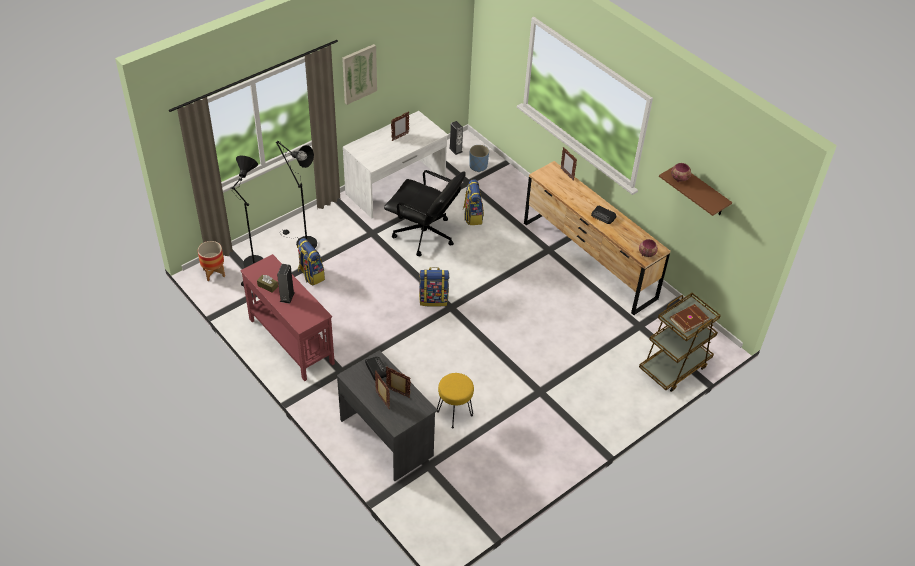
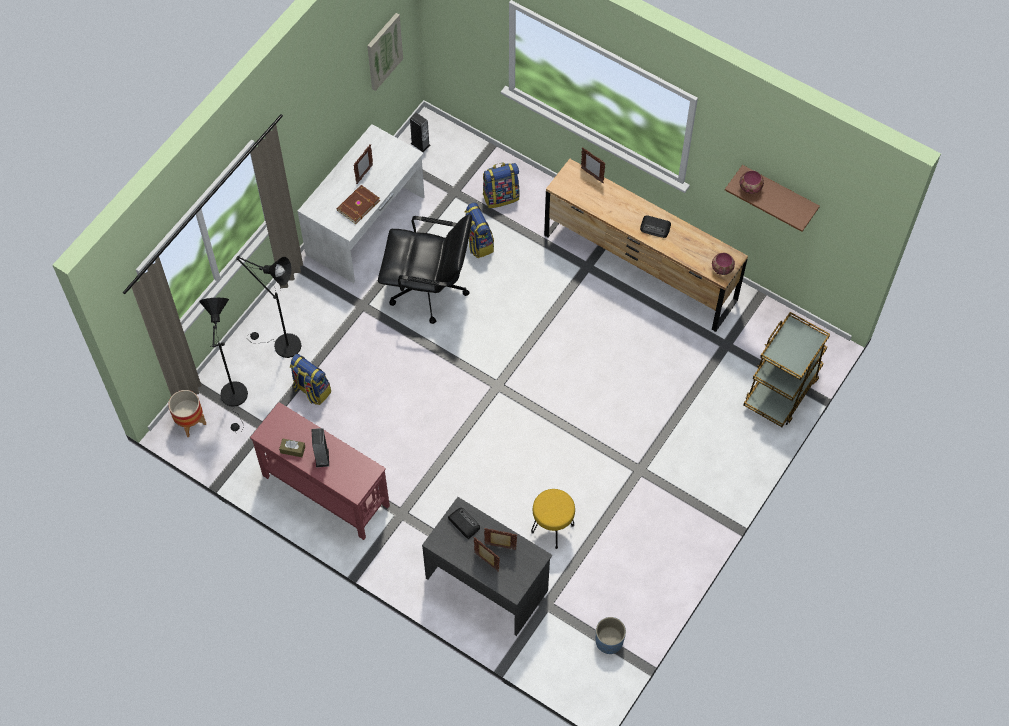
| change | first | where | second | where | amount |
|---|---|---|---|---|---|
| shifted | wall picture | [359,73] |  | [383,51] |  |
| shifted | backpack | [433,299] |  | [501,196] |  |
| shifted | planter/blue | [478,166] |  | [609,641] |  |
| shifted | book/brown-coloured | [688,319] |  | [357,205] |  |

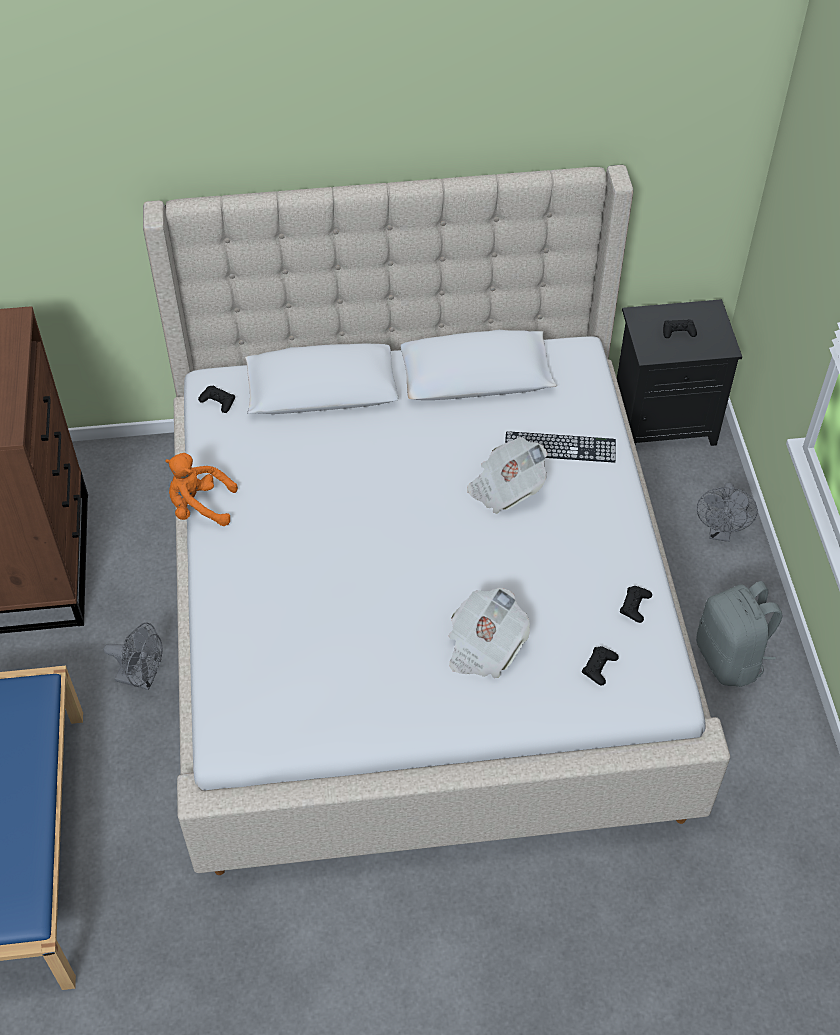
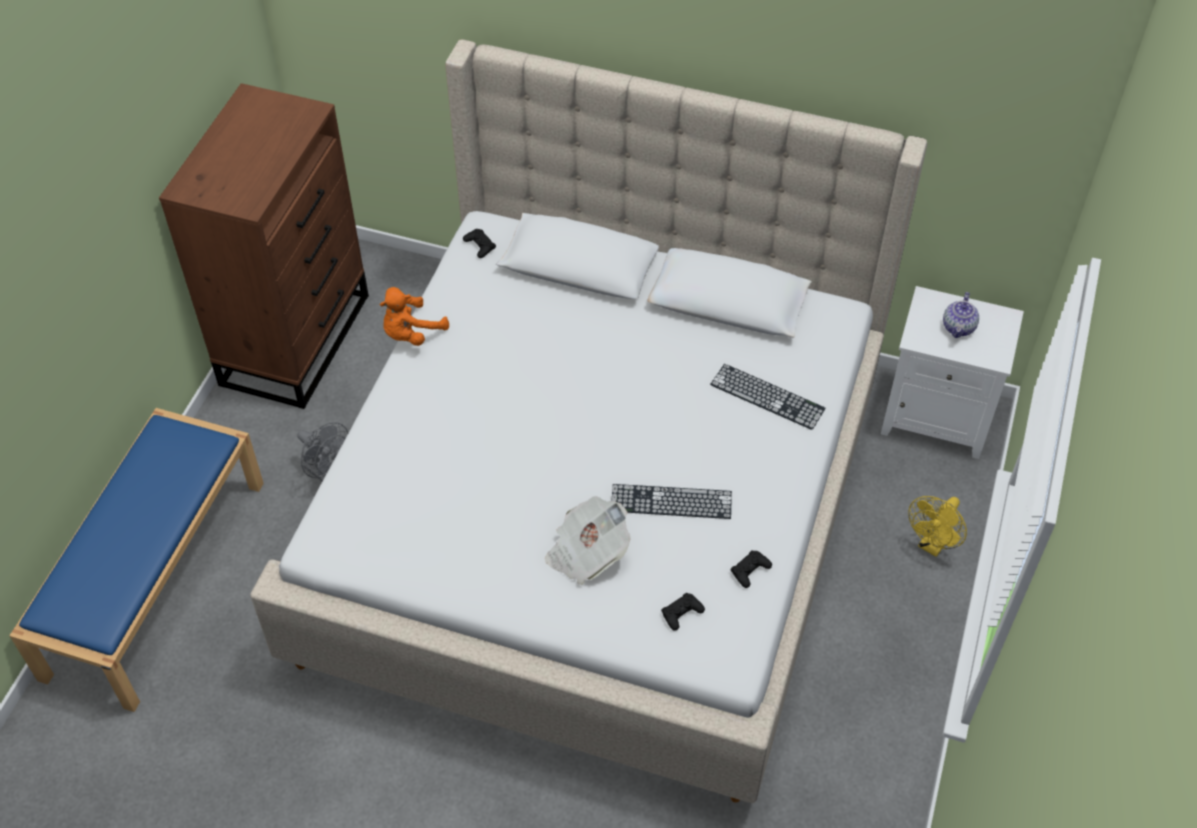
| change | first | where | second | where | amount |
|---|---|---|---|---|---|
| gone | printed paper | [506,488] |  |  |  |
| gone | backpack/gray | [730,659] |  |  |  |
| new |  |  | keyboard | [671,501] |  |
| swapped | joypad/blackish | [678,331] | teapot | [959,327] |  |
| repainted | bedside table/blackish | [664,421] | bedside table/whitish | [938,416] |  |
| repainted | electric fan/gray | [720,532] | electric fan/yellow | [932,545] |  |
| rotated | plush toy/orange-coloured | [199,506] |  | [411,333] | 75 degrees counterclockwise |

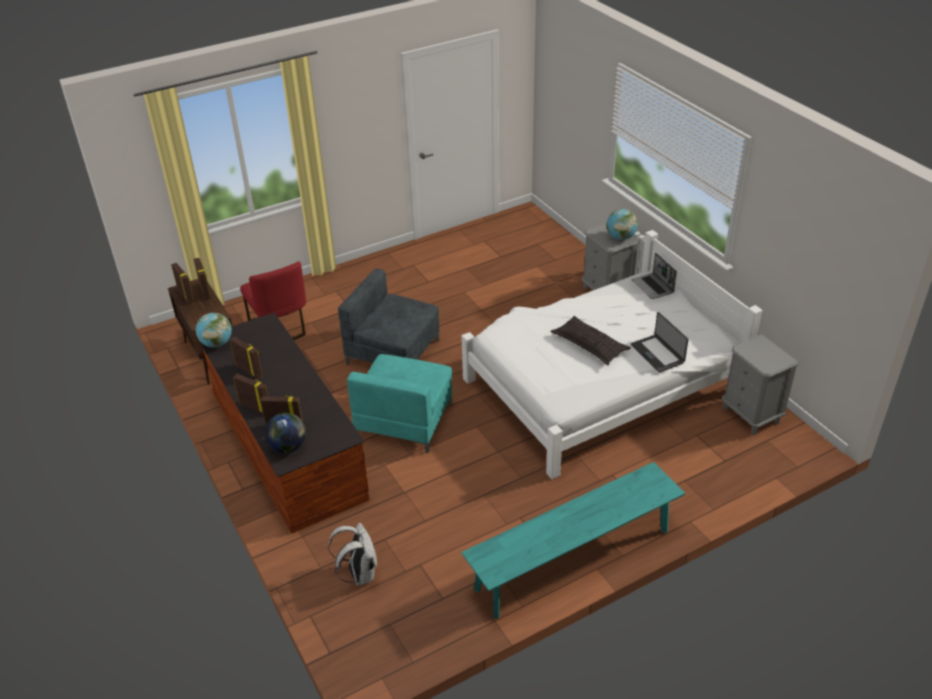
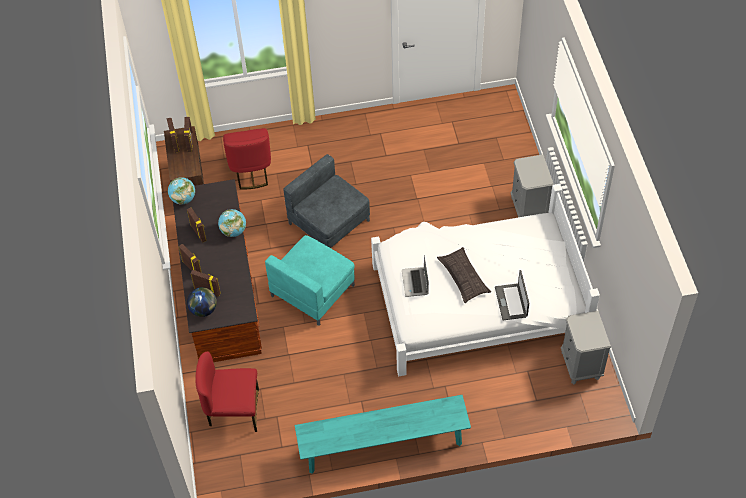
| change | first | where | second | where | amount |
|---|---|---|---|---|---|
| shifted | desk globe | [620,237] |  | [233,231] |  |
| shifted | notebook computer | [653,287] |  | [415,283] |  |
| swapped | backpack/whitish | [359,574] | chair/red-coloured | [234,410] |  |

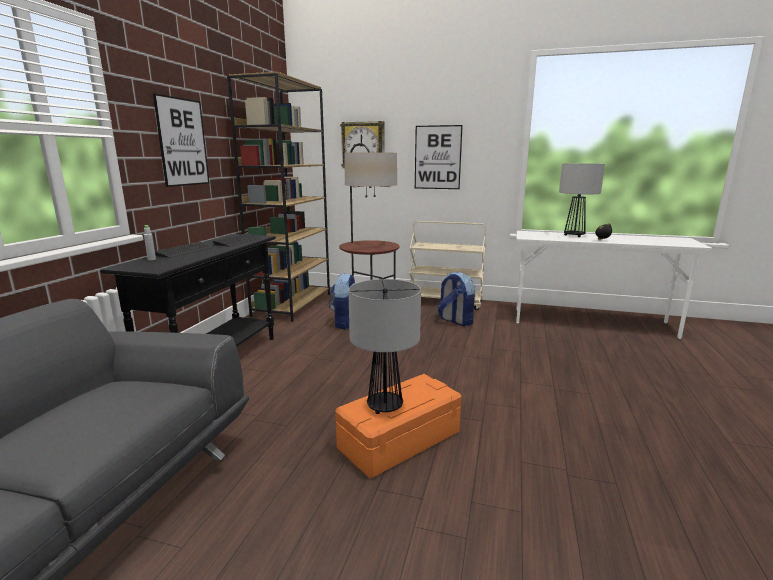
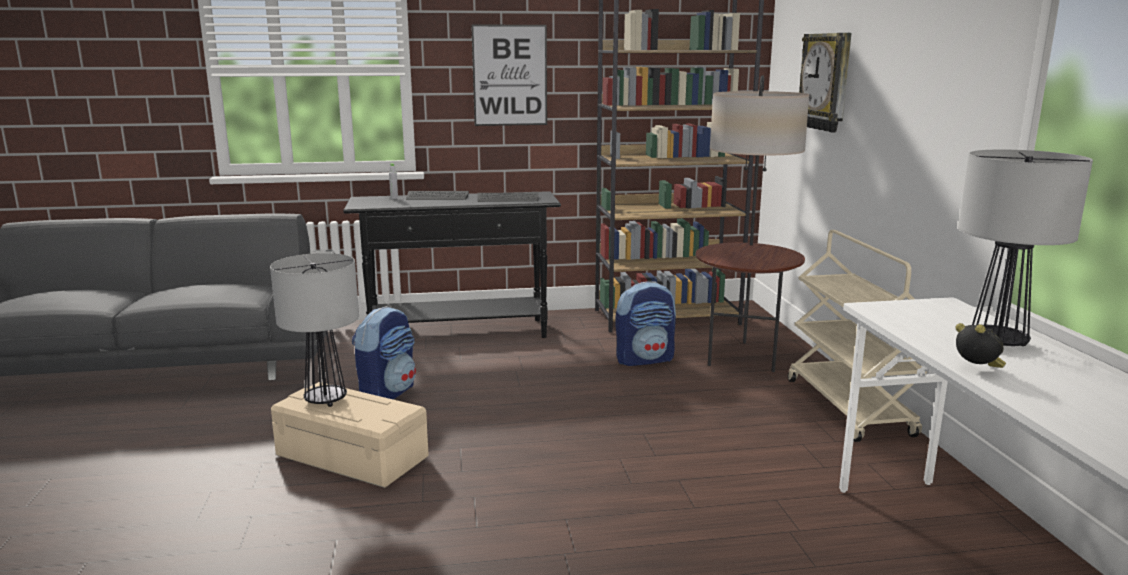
| change | first | where | second | where | amount |
|---|---|---|---|---|---|
| gone | wall picture | [437,157] |  |  |  |
| shifted | backpack | [455,321] |  | [387,393] |  |
| repainted | storage bin/orange-coloured | [399,439] | storage bin/beige | [353,456] |  |

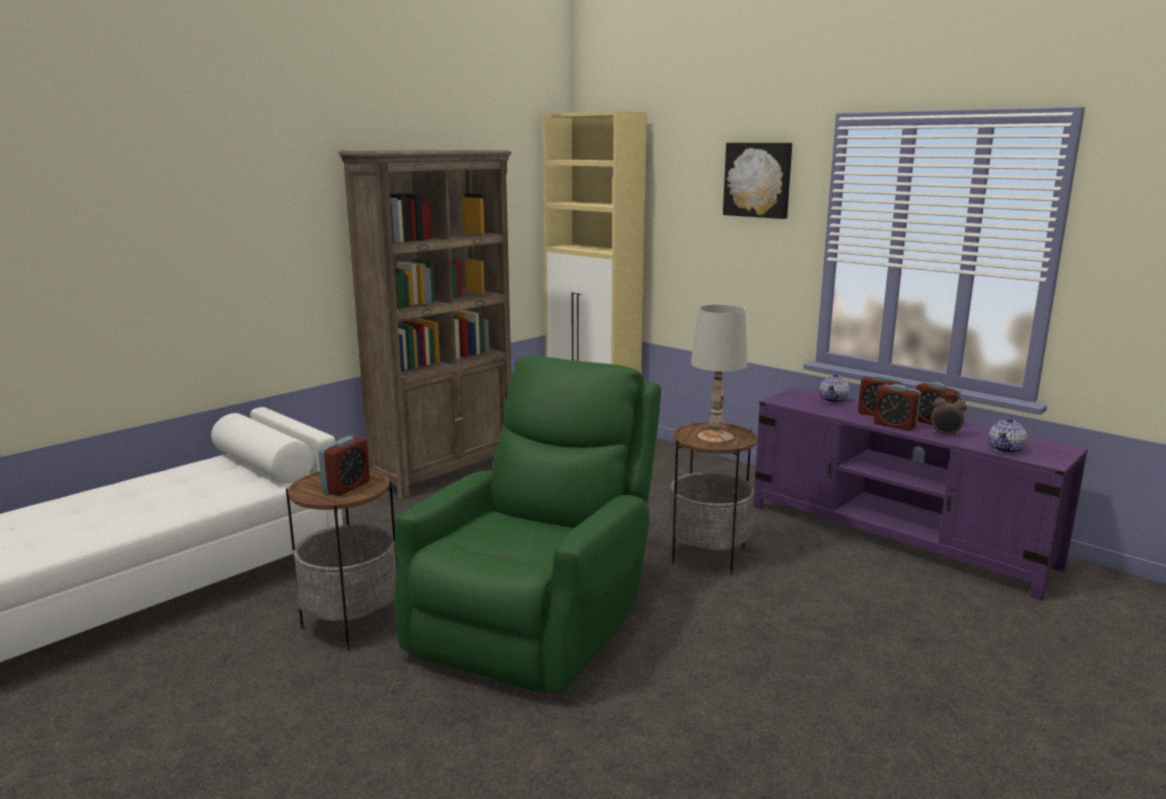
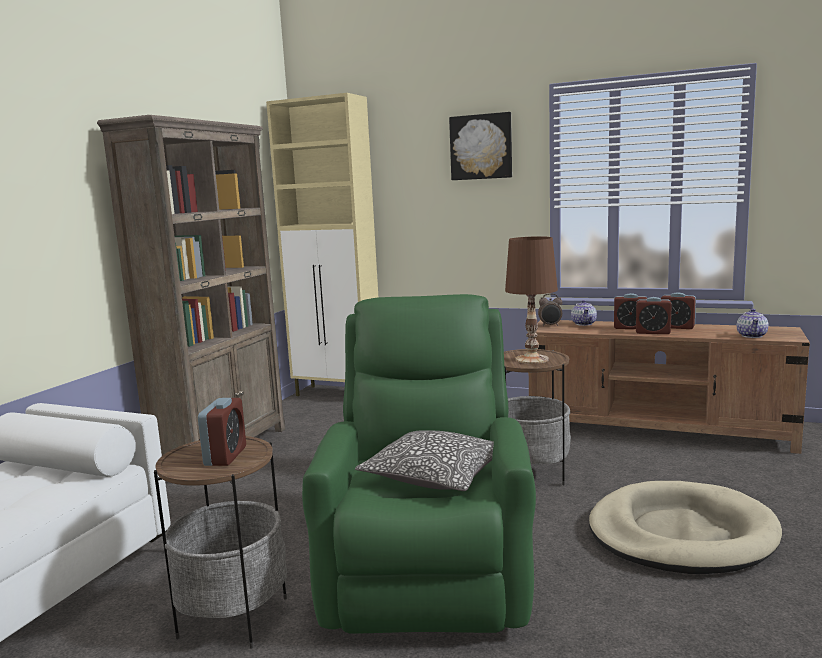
| change | first | where | second | where | amount |
|---|---|---|---|---|---|
| new |  |  | cushion | [436,475] |  |
| new |  |  | dog cushion/beige | [680,534] |  |
| shifted | alarm clock | [945,435] |  | [550,325] |  |
| repainted | table lamp/whitish | [716,437] | table lamp/brown-coloured | [532,359] |  |
| repainted | media console/purple-coloured | [897,536] | media console/brown-coloured | [658,429] |  |

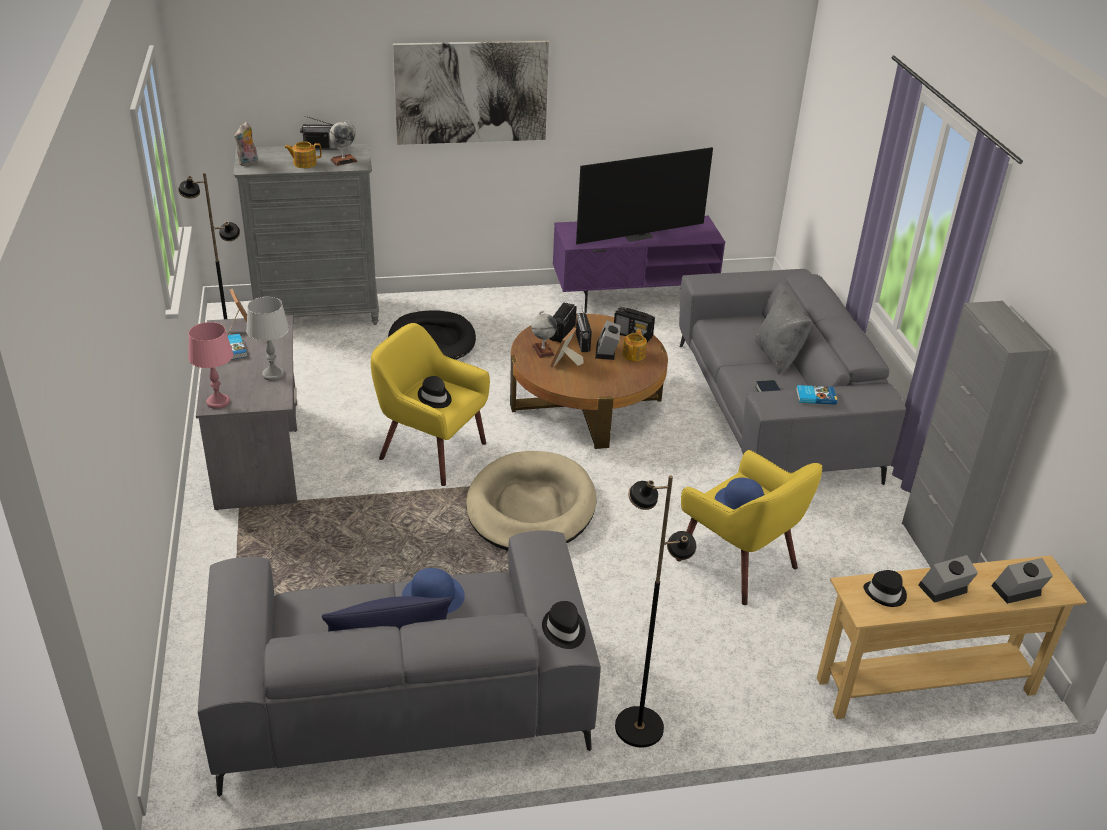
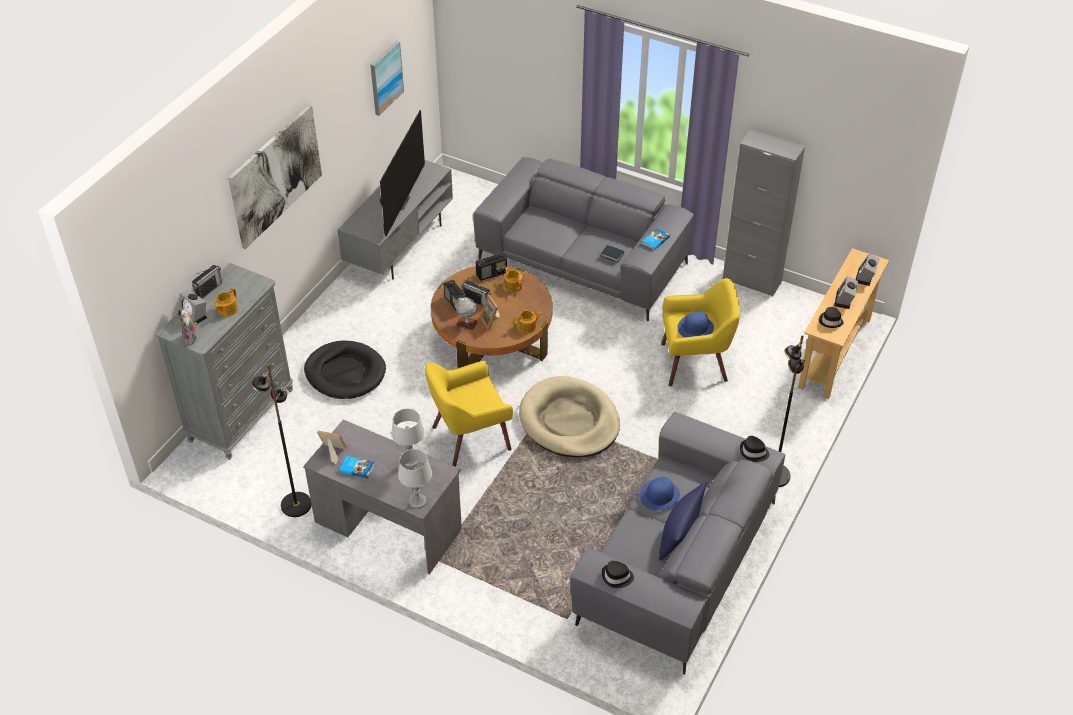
| change | first | where | second | where | amount |
|---|---|---|---|---|---|
| gone | desk globe | [344,160] |  |  |  |
| gone | cushion/gray | [778,356] |  |  |  |
| new |  |  | wall picture | [385,77] |  |
| new |  |  | teapot | [527,327] |  |
| shifted | hat/blackish | [435,398] |  | [617,577] |  |
| shifted | alarm clock | [607,352] |  | [194,315] |  |
| repainted | table lamp/pinkish | [217,402] | table lamp/gray | [417,502] |  |
| repainted | media console/purple-coloured | [633,296] | media console/gray | [399,244] |  |

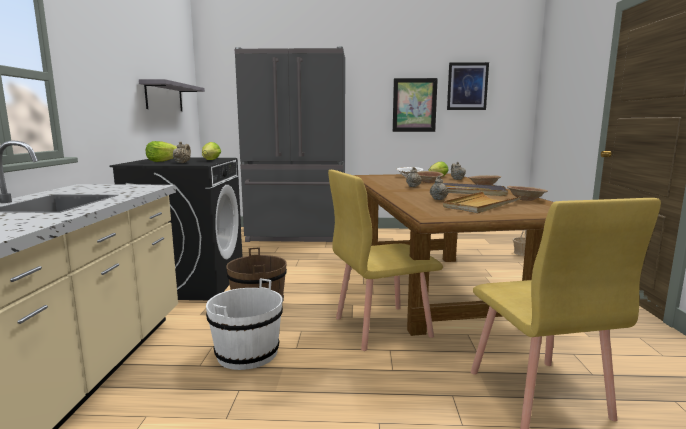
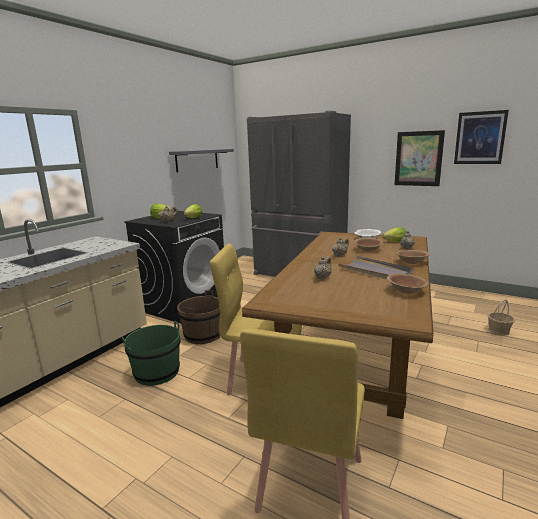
| change | first | where | second | where | amount |
|---|---|---|---|---|---|
| gone | serving tray/beige | [481,205] |  |  |  |
| repainted | water bucket/whitish | [247,353] | water bucket/green | [157,372] |  |

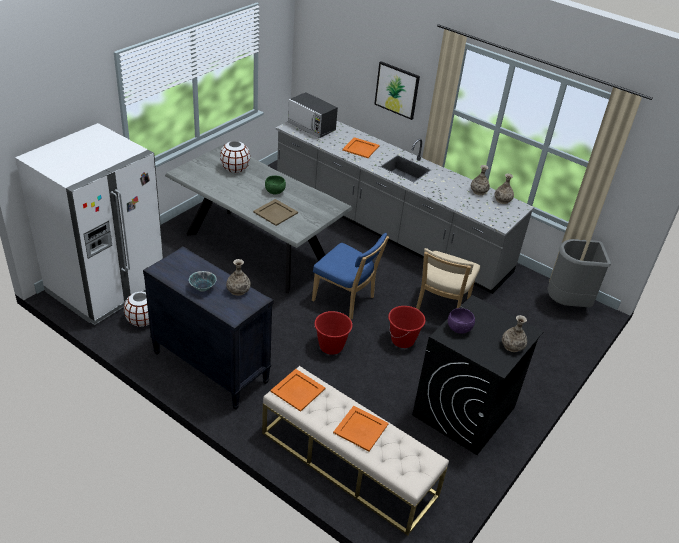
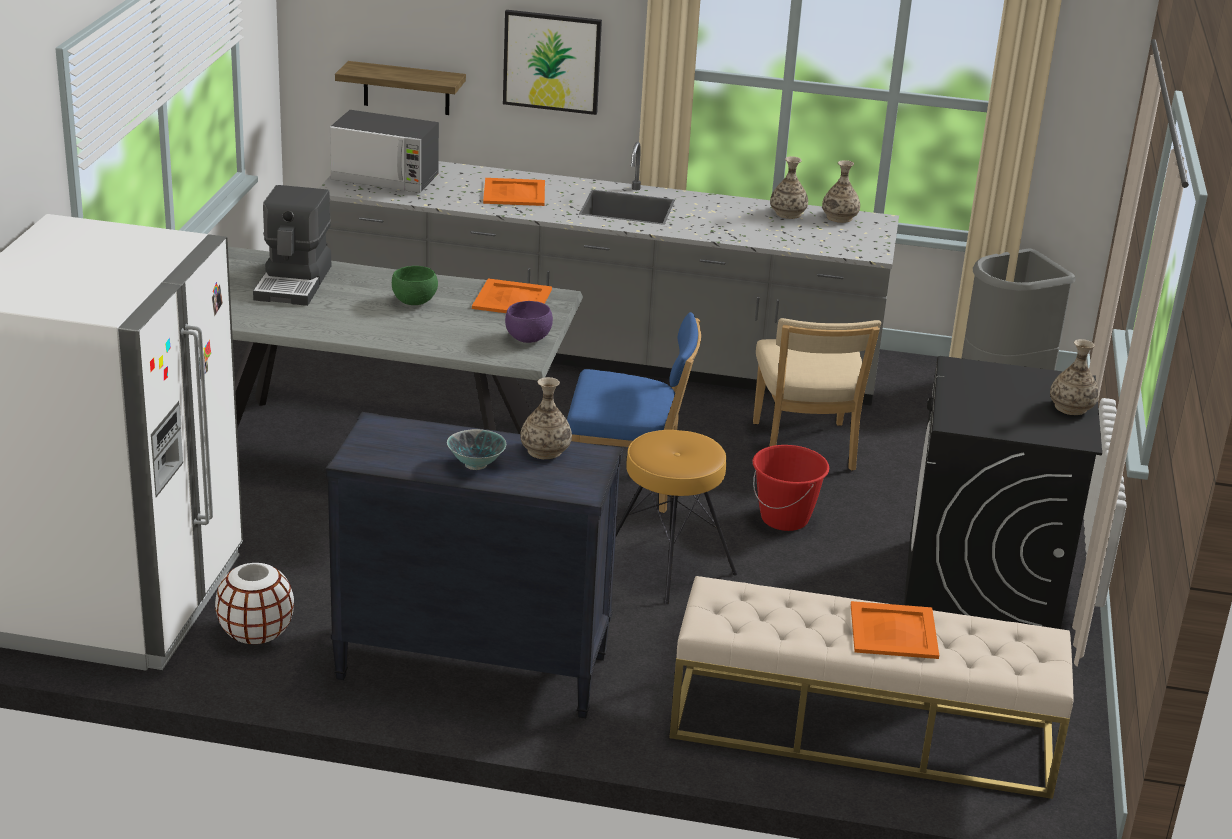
| change | first | where | second | where | amount |
|---|---|---|---|---|---|
| gone | serving tray/beige | [276,212] |  |  |  |
| new |  |  | shelf | [406,88] |  |
| shifted | serving tray/orange-coloured | [298,390] |  | [512,299] |  |
| shifted | deep dish/purple-coloured | [459,328] |  | [528,338] |  |
| swapped | vase/whitish | [235,169] | coffee machine | [295,282] |  |
| swapped | water bucket/red-coloured | [331,346] | stool seat/brown-coloured | [668,566] |  |

